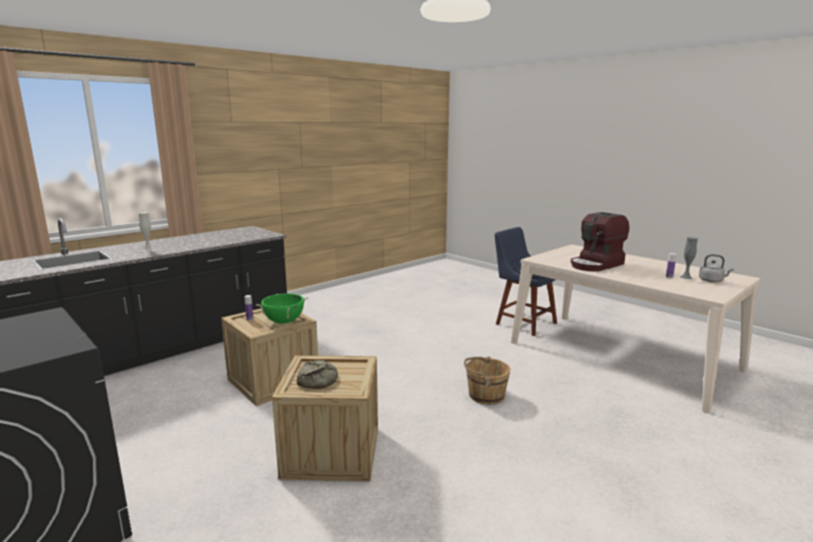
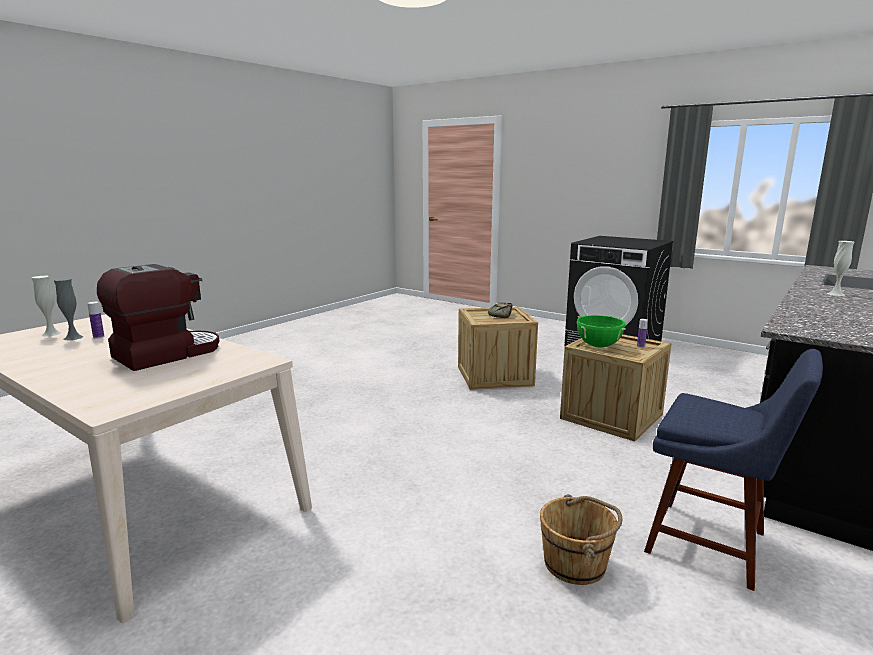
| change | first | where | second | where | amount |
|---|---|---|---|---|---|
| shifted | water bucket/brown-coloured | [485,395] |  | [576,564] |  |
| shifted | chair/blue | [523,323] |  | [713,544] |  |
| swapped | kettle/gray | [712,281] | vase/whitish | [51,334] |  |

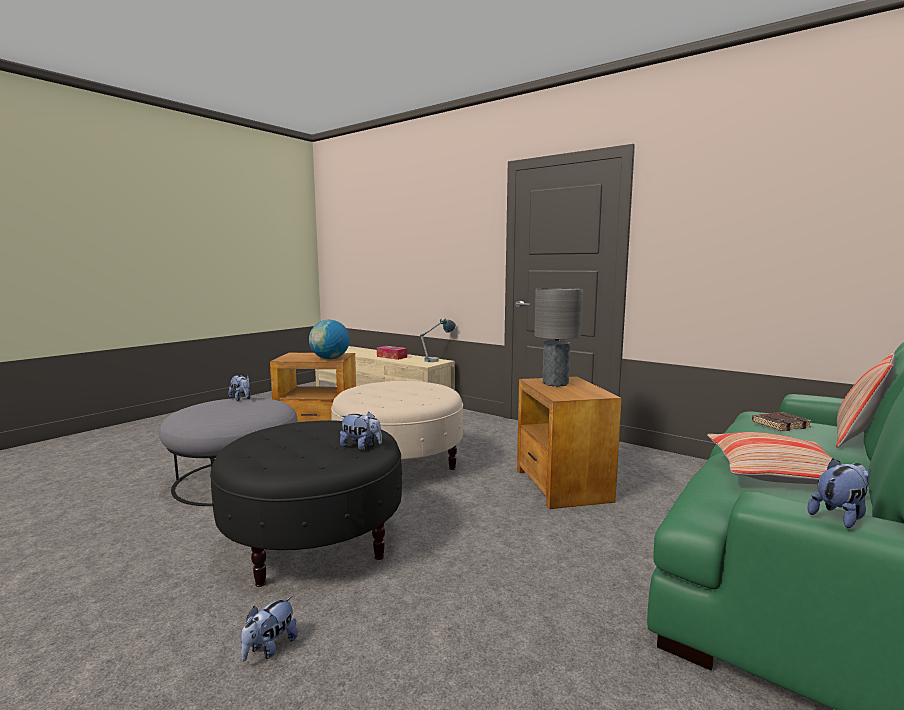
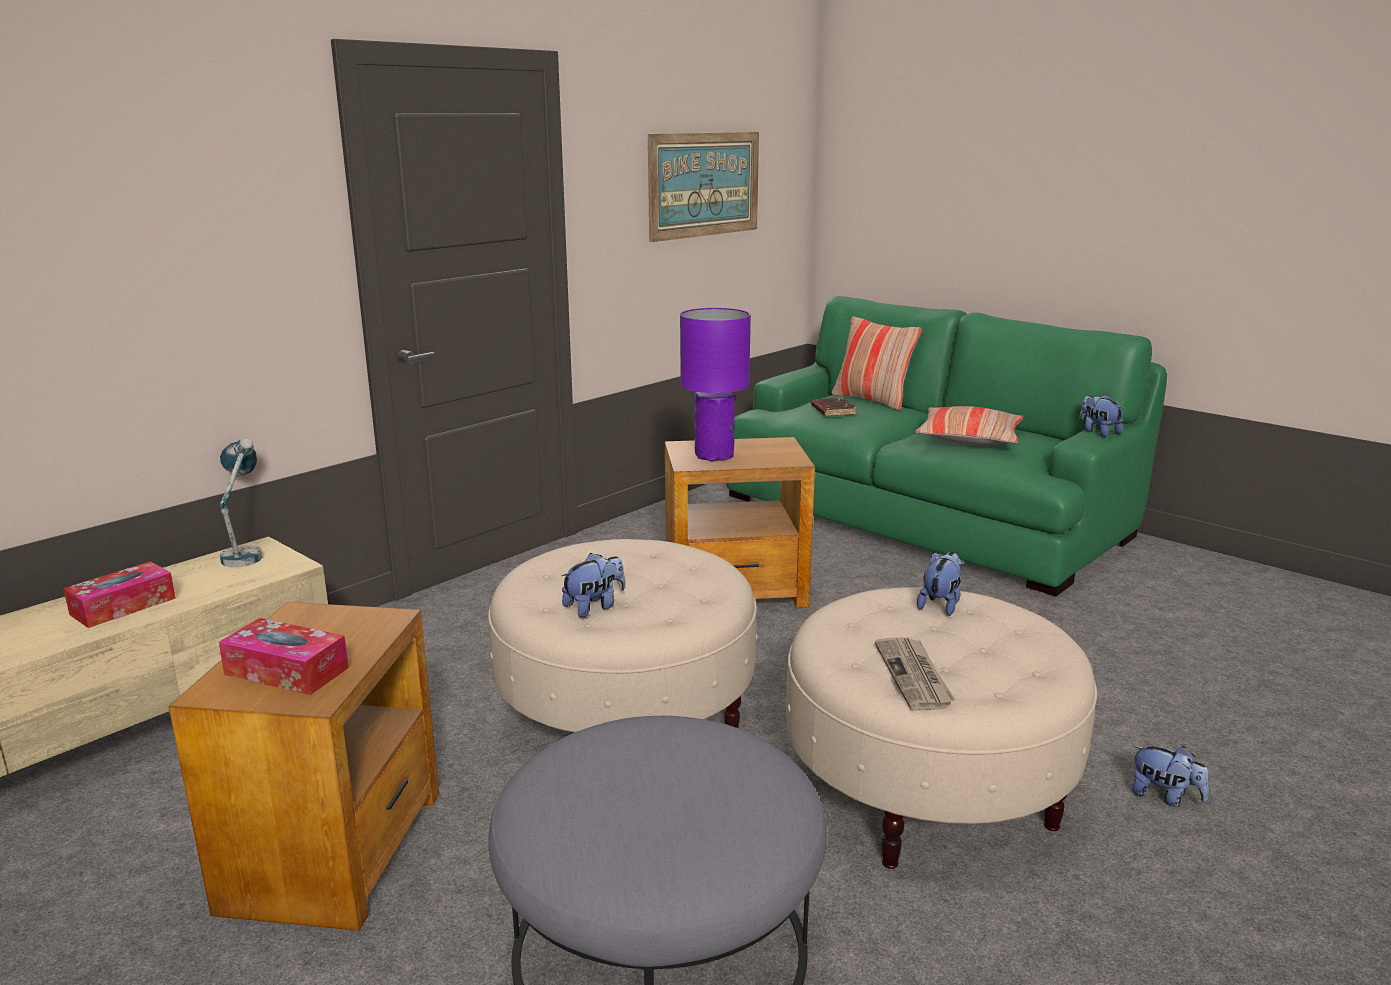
| change | first | where | second | where | amount |
|---|---|---|---|---|---|
| gone | desk globe | [330,359] |  |  |  |
| new |  |  | tissue holder | [286,671] |  |
| new |  |  | wall picture | [704,184] |  |
| new |  |  | printed paper | [915,676] |  |
| shifted | plush toy | [241,399] |  | [594,607] |  |
| repainted | pouffe/blackish | [314,541] | pouffe/beige | [927,791] |  |
| repainted | table lamp/gray | [555,384] | table lamp/purple-coloured | [715,455] |  |

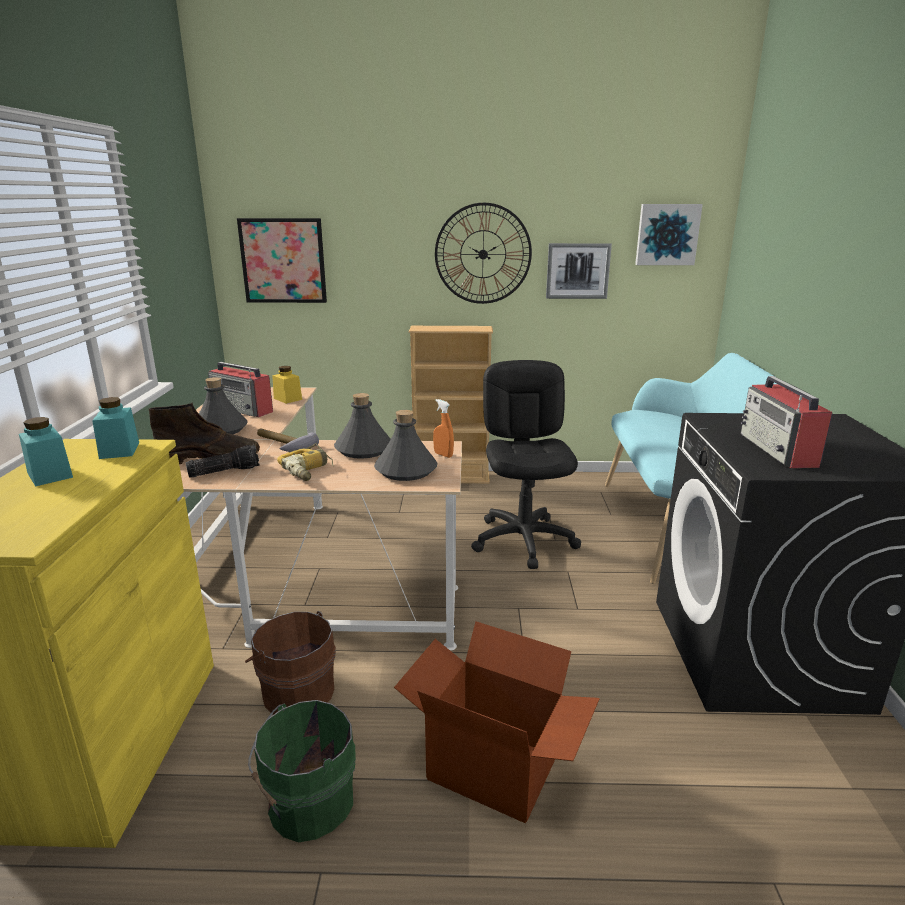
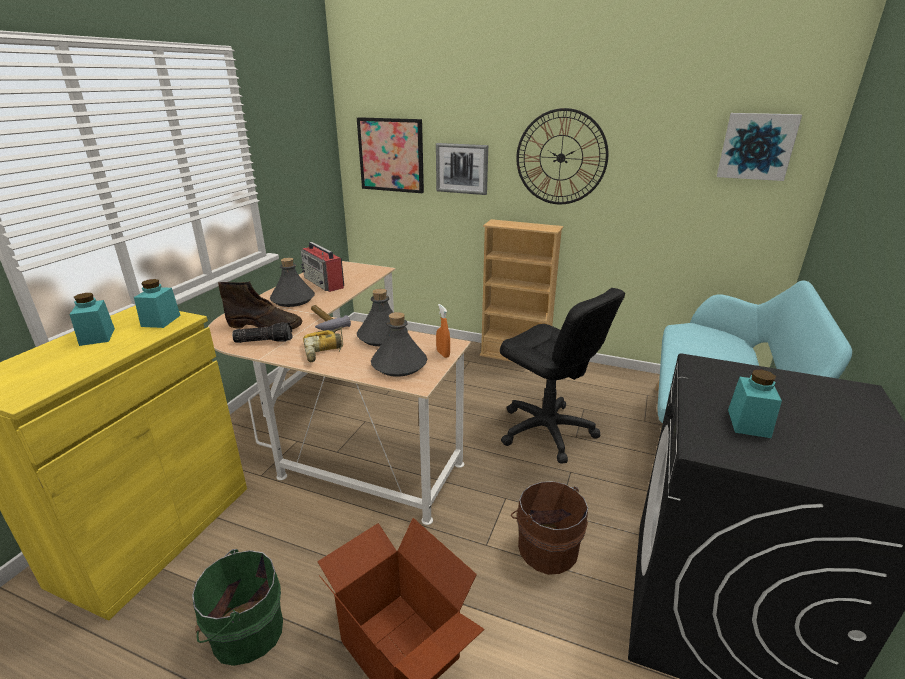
| change | first | where | second | where | amount |
|---|---|---|---|---|---|
| gone | storage jar/yellow | [288,399] |  |  |  |
| shifted | water bucket/brown-coloured | [296,692] |  | [546,547] |  |
| shifted | wall picture | [577,271] |  | [462,168] |  |
| swapped | radio receiver | [778,450] | storage jar/turquoise-coloured | [748,423] |  |
| rotated | office chair/blackish | [524,540] |  | [546,431] | 120 degrees clockwise |

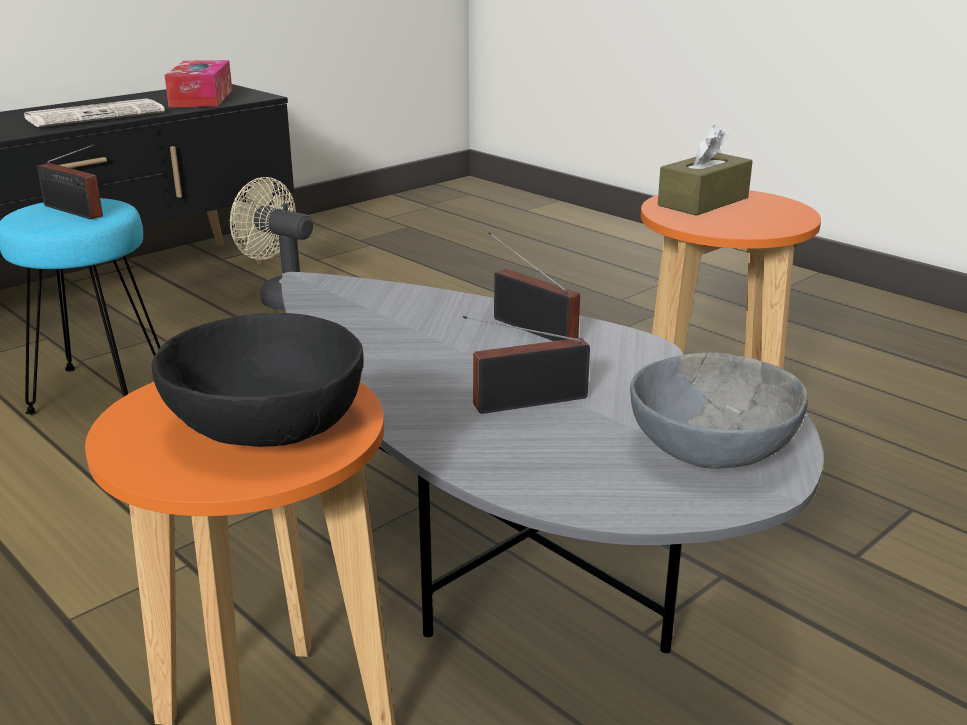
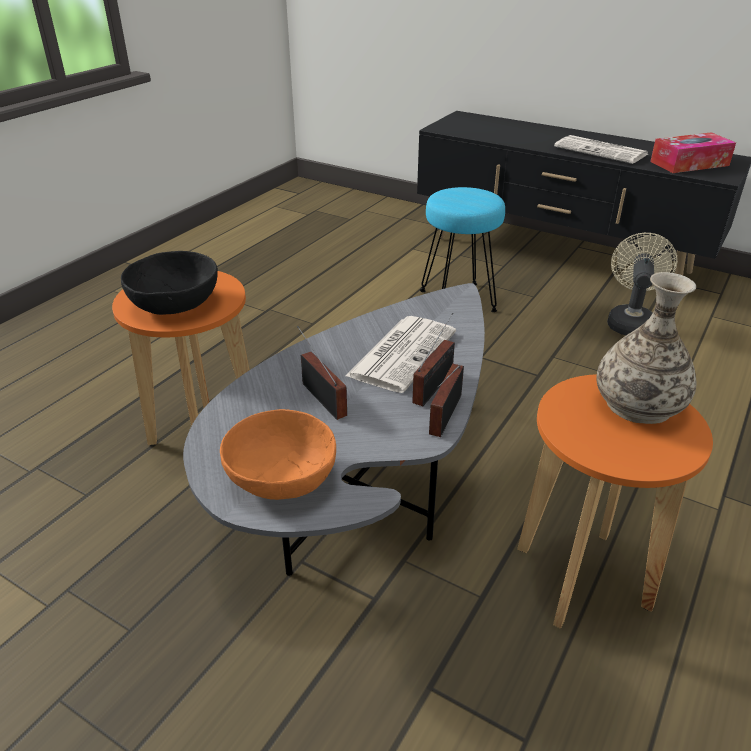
| change | first | where | second | where | amount |
|---|---|---|---|---|---|
| new |  |  | printed paper | [402,353] |  |
| shifted | radio receiver | [75,212] |  | [443,416] |  |
| swapped | tissue holder/brown-coloured | [703,201] | vase | [638,405] |  |
| repainted | deep dish/gray | [710,448] | deep dish/orange-coloured | [282,477] |  |

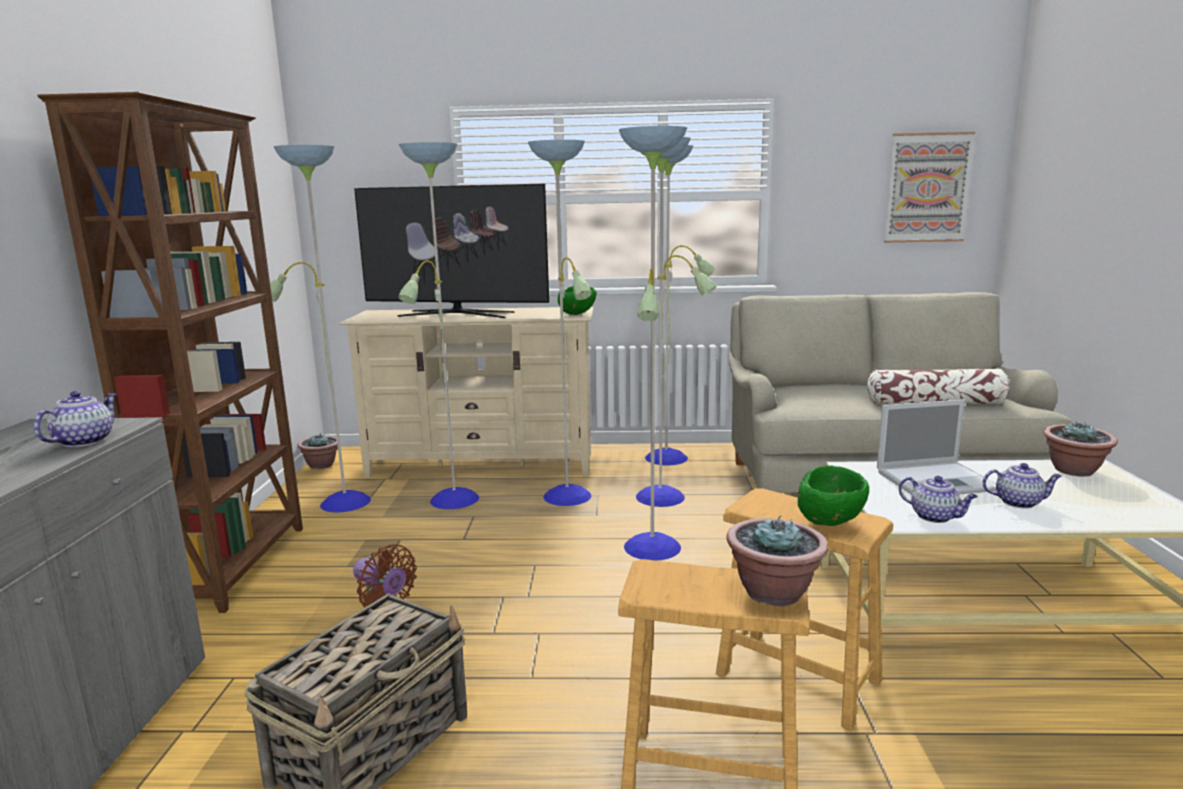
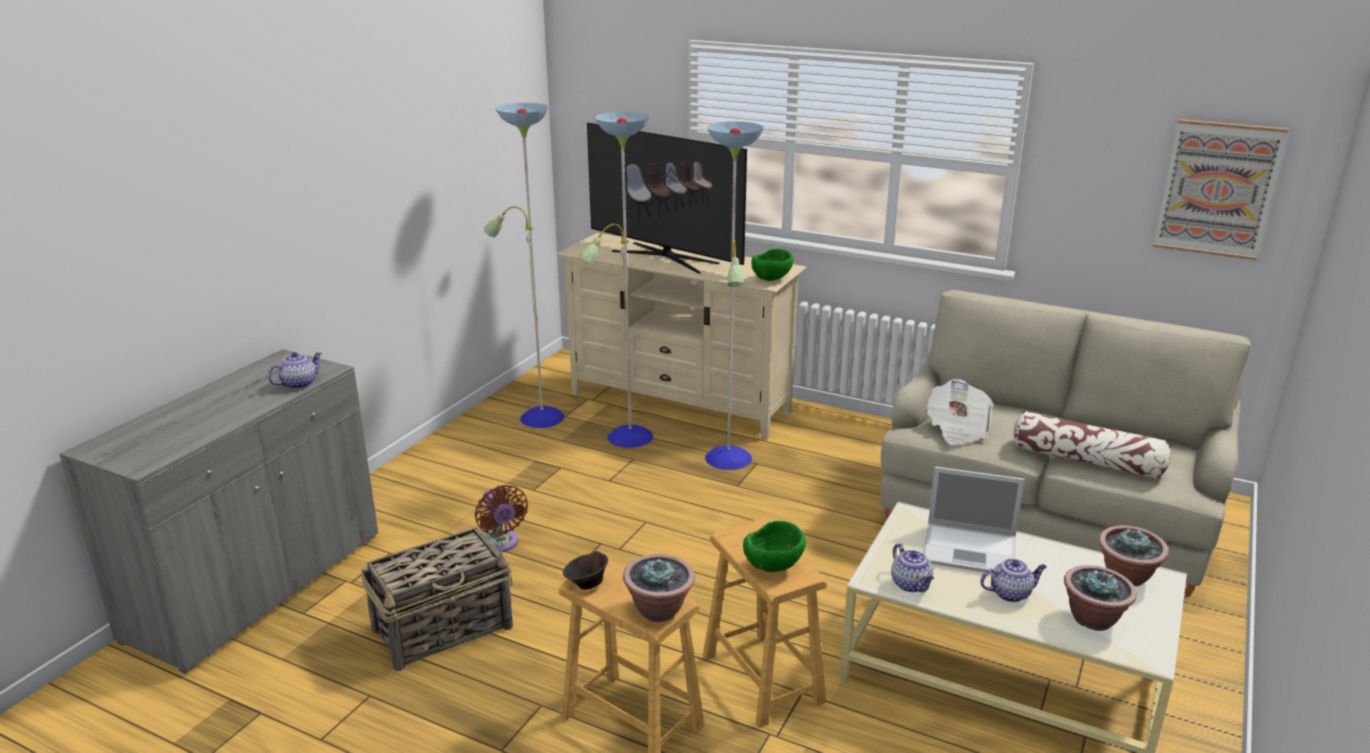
| change | first | where | second | where | amount |
|---|---|---|---|---|---|
| gone | shelving unit/brown-coloured | [236,566] |  |  |  |
| gone | standard lamp | [664,497] |  |  |  |
| new |  |  | deep dish/brown-coloured | [586,584] |  |
| new |  |  | printed paper | [957,429] |  |
| shifted | plant in a pot | [321,465] |  | [1093,619] |  |
| rotated | teapot | [1019,502] |  | [1011,593] | 45 degrees counterclockwise |

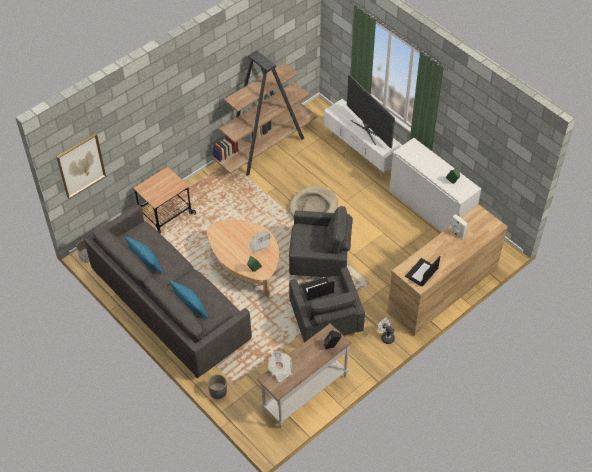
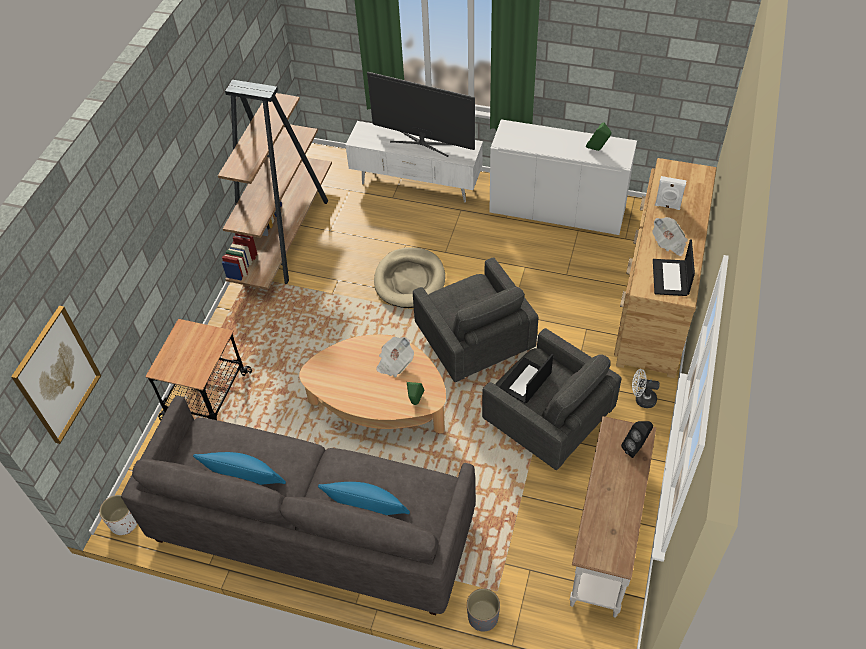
| change | first | where | second | where | amount |
|---|---|---|---|---|---|
| shifted | printed paper | [280,370] |  | [668,243] |  |
| rotated | lounge chair/gray | [320,260] |  | [474,344] | 90 degrees clockwise |

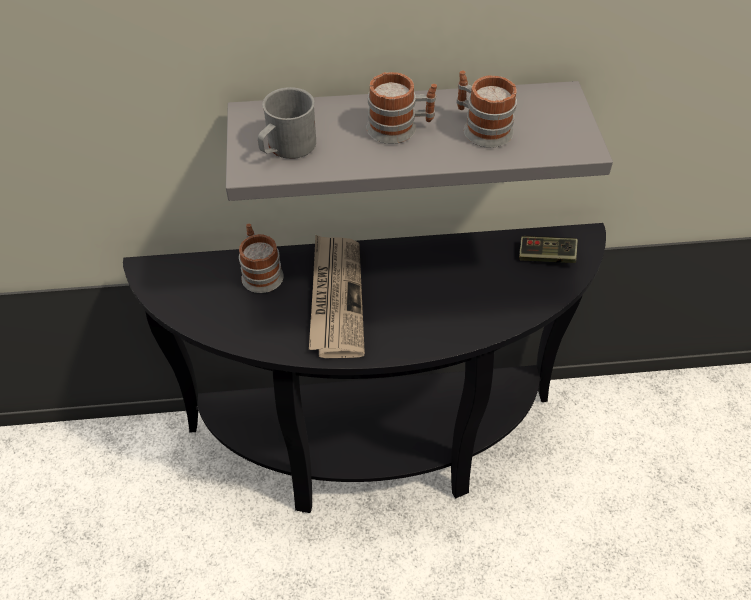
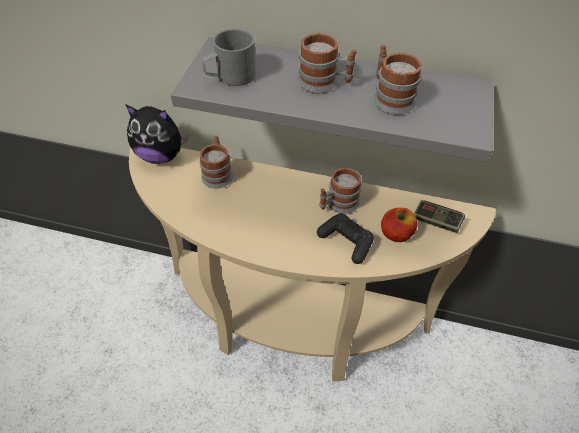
| change | first | where | second | where | amount |
|---|---|---|---|---|---|
| gone | printed paper | [335,297] |  |  |  |
| new |  |  | plush toy | [161,156] |  |
| new |  |  | joypad/blackish | [346,242] |  |
| new |  |  | tea mug | [338,204] |  |
| new |  |  | apple | [396,234] |  |
| repainted | narrow table/blackish | [374,449] | narrow table/beige | [290,326] |  |

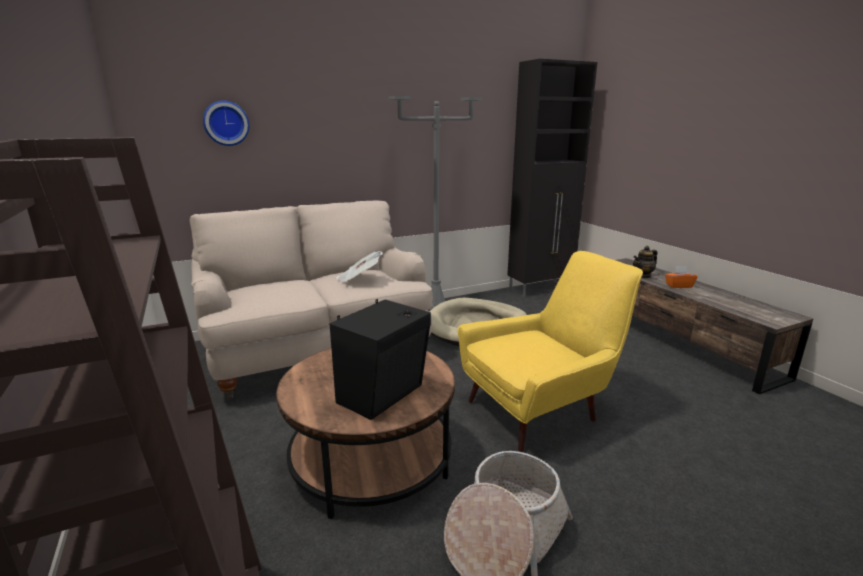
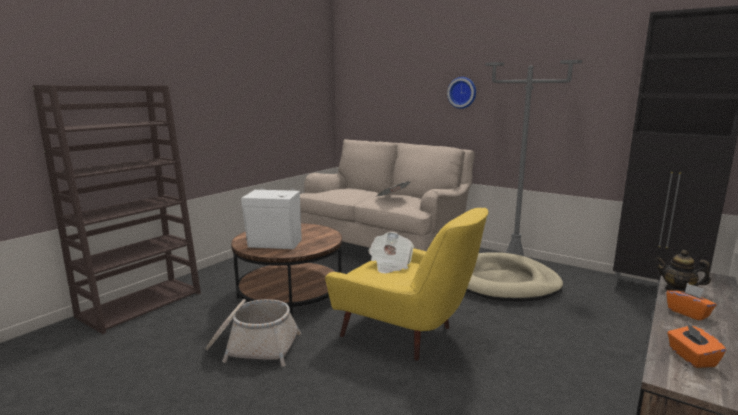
| change | first | where | second | where | amount |
|---|---|---|---|---|---|
| new |  |  | printed paper | [390,264] |  |
| new |  |  | tissue holder/orange-coloured | [691,357] |  |
| shifted | wall clock | [226,123] |  | [462,92] |  |
| repainted | speaker/blackish | [384,394] | speaker/whitish | [275,244] |  |

